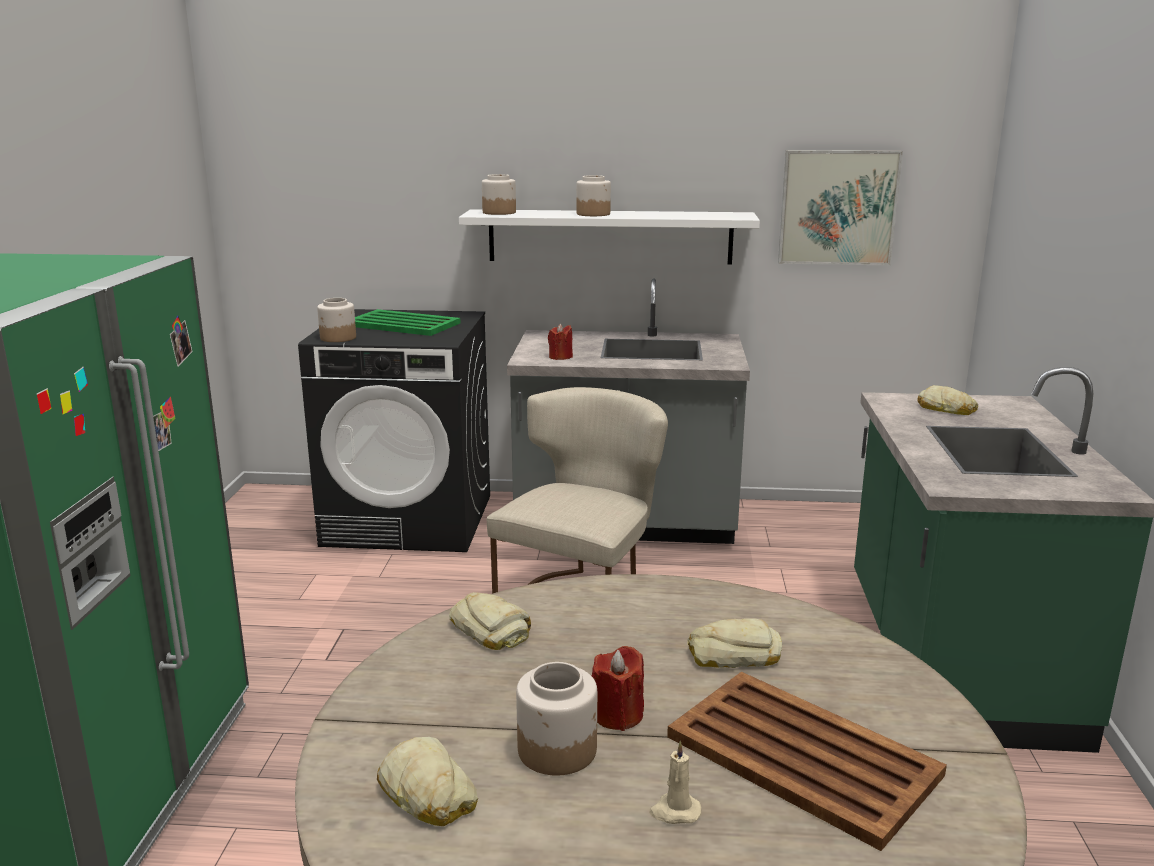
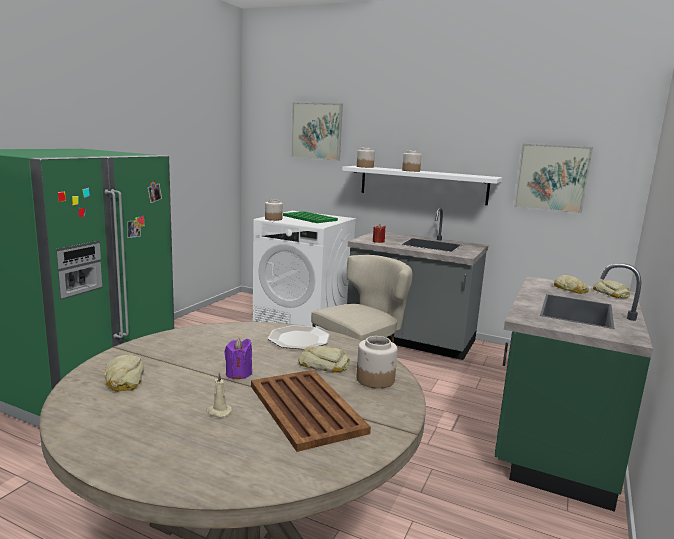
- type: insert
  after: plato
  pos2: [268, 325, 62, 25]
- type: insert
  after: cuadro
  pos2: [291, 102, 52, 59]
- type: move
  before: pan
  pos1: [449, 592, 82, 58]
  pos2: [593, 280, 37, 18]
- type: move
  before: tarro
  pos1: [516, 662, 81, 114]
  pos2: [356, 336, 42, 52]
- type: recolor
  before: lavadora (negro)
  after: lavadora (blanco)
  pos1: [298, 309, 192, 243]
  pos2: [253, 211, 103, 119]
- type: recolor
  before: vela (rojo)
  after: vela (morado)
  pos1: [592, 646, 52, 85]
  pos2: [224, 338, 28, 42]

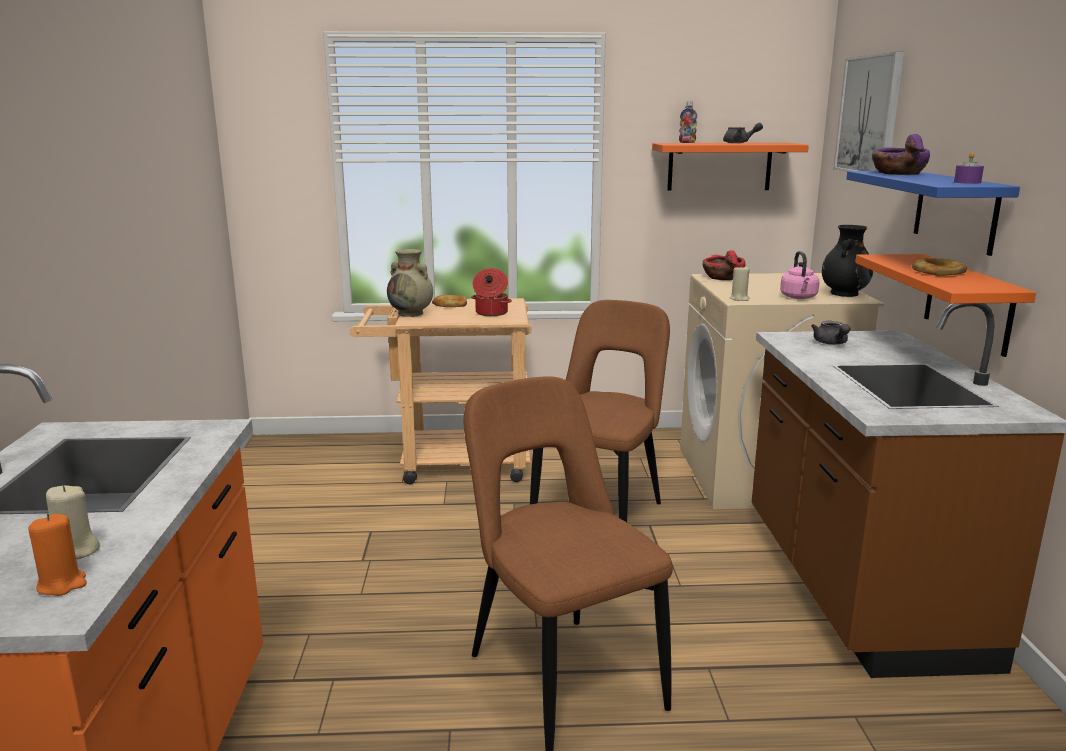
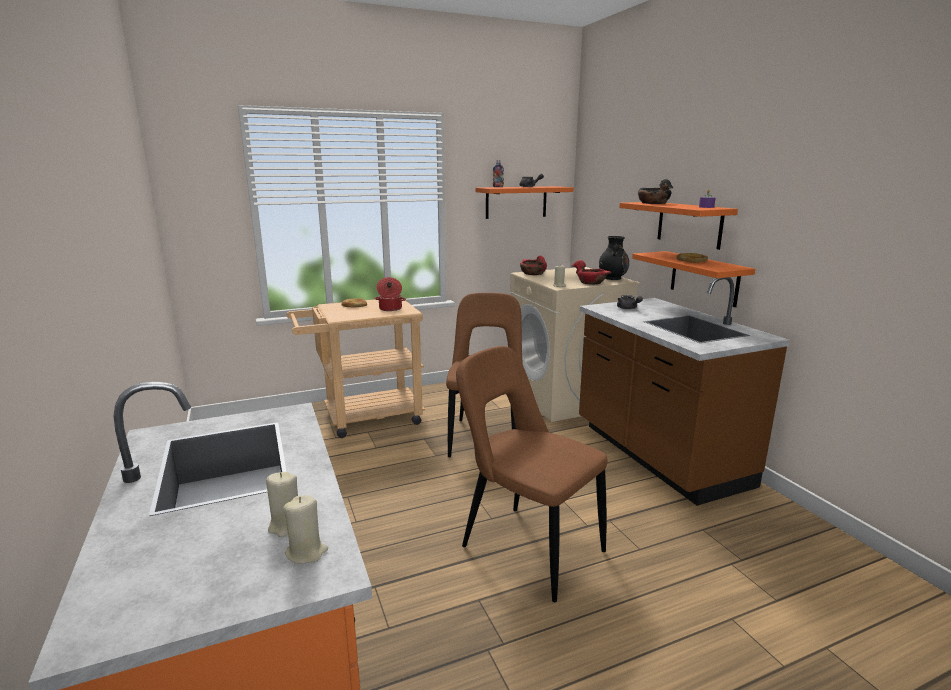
- type: delete
  before: florero (beis)
  pos1: [387, 249, 46, 68]
- type: delete
  before: cuadro
  pos1: [833, 51, 71, 121]
- type: replace
  before: hervidor (rosa)
  after: cuenco (rojo)
  pos1: [780, 251, 40, 48]
  pos2: [572, 260, 39, 25]
- type: recolor
  before: vela (naranja)
  after: vela (beis)
  pos1: [28, 514, 59, 82]
  pos2: [283, 495, 45, 69]
- type: recolor
  before: estante (azul)
  after: estante (naranja)
  pos1: [846, 171, 174, 85]
  pos2: [619, 202, 119, 48]
- type: recolor
  before: cuenco (morado)
  after: cuenco (negro)
  pos1: [872, 134, 58, 41]
  pos2: [638, 179, 35, 25]

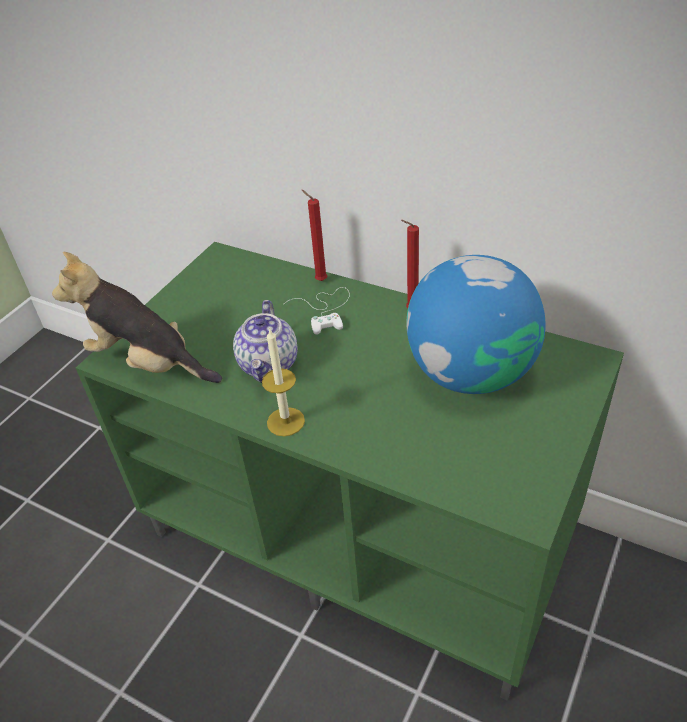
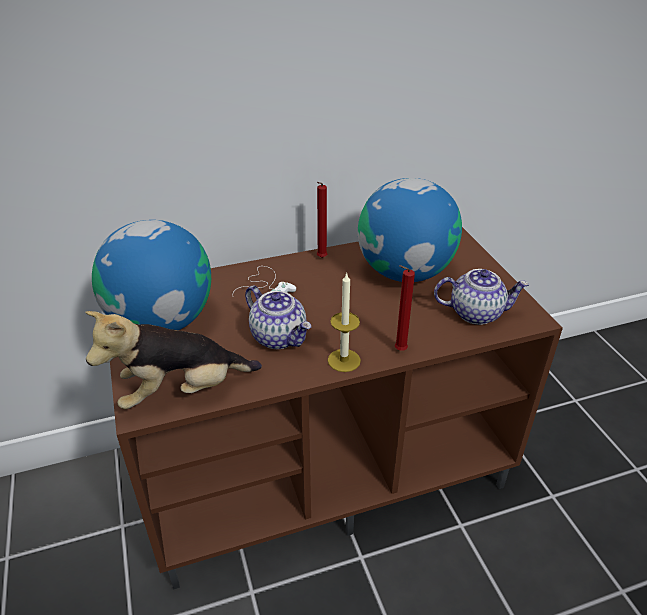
- type: insert
  after: globo terráqueo
  pos2: [92, 220, 119, 110]
- type: insert
  after: tetera
  pos2: [434, 269, 95, 56]
- type: move
  before: vela (rojo)
  pos1: [302, 190, 25, 91]
  pos2: [395, 265, 20, 86]
- type: recolor
  before: mueble de televisión (verde)
  after: mueble de televisión (marrón)
  pos1: [76, 242, 548, 458]
  pos2: [110, 227, 453, 363]

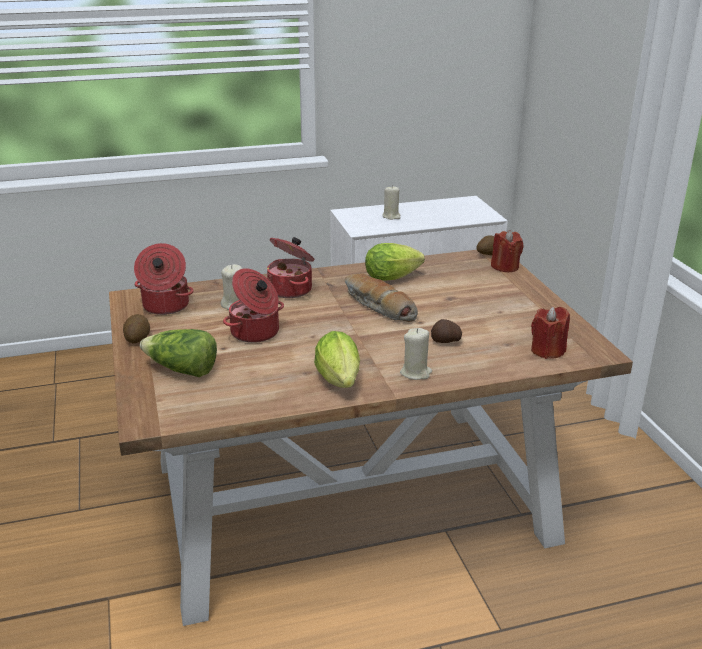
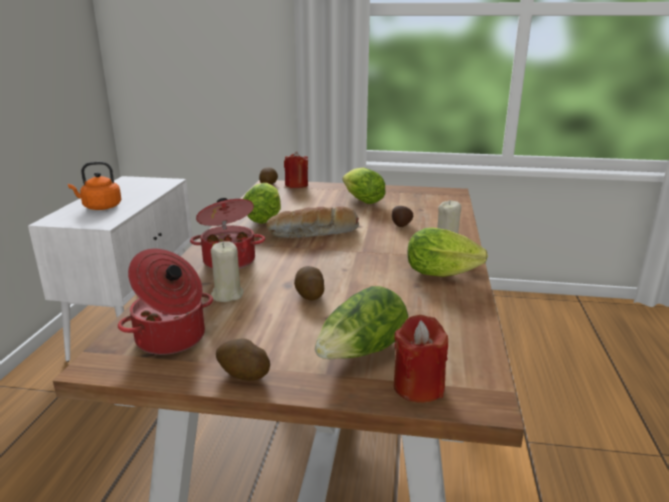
- type: insert
  after: lechuga
  pos2: [342, 167, 44, 37]
- type: move
  before: vela (rojo)
  pos1: [531, 307, 39, 52]
  pos2: [394, 315, 54, 88]
- type: replace
  before: olla
  after: patata
  pos1: [223, 268, 61, 75]
  pos2: [294, 266, 30, 34]
- type: replace
  before: vela (beis)
  after: hervidor (naranja)
  pos1: [382, 185, 19, 35]
  pos2: [68, 162, 54, 48]

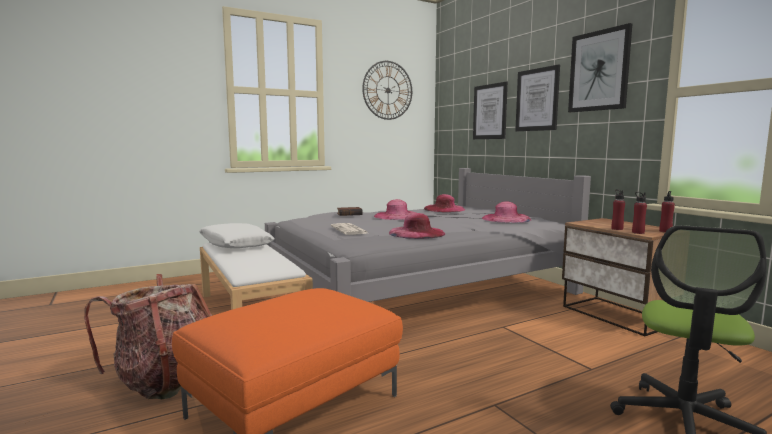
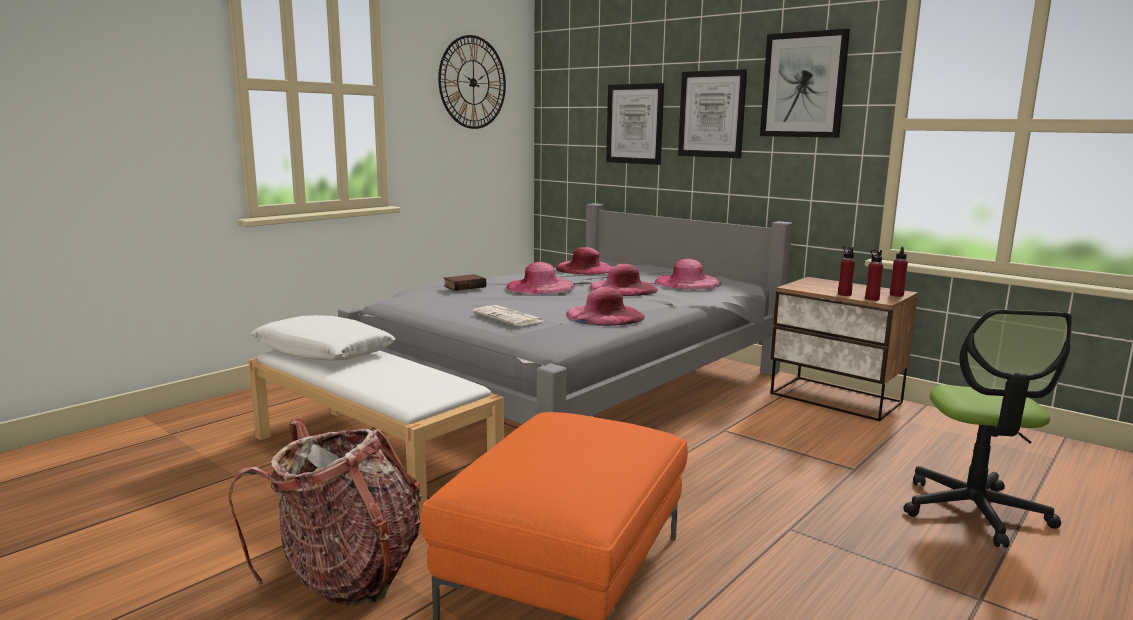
- type: insert
  after: sombrero (rosa)
  pos2: [589, 264, 69, 32]

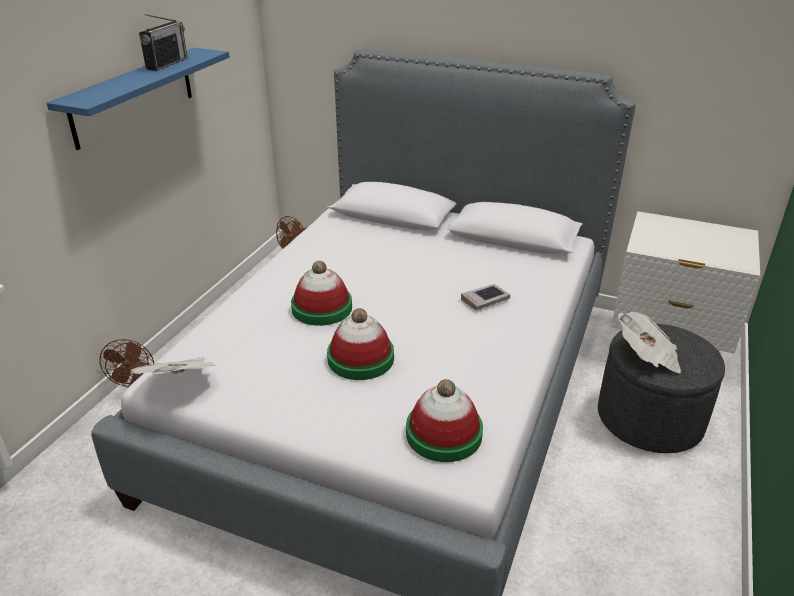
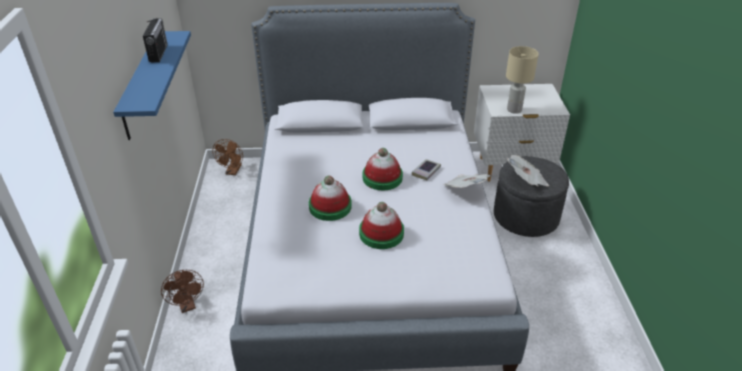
- type: insert
  after: lámpara de mesa (beis)
  pos2: [506, 46, 33, 68]
- type: move
  before: periódico
  pos1: [132, 357, 83, 17]
  pos2: [445, 174, 47, 14]
- type: move
  before: sombrero
  pos1: [406, 379, 77, 83]
  pos2: [363, 148, 40, 42]

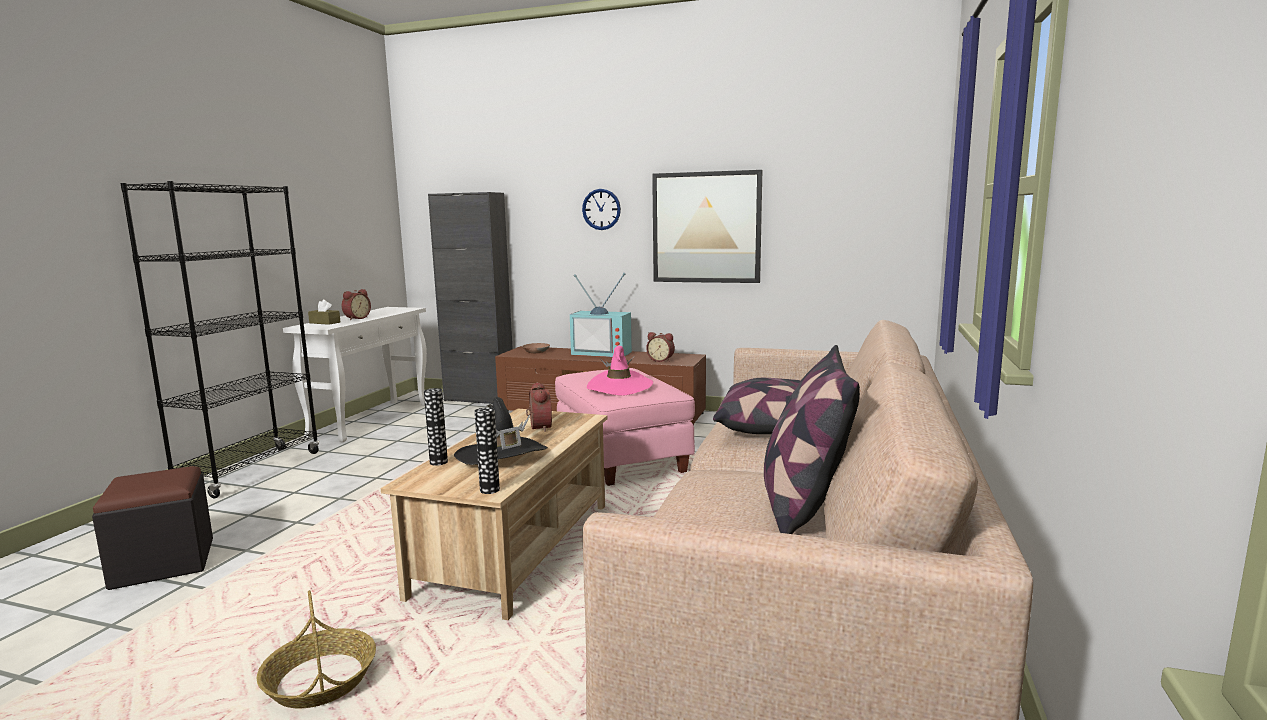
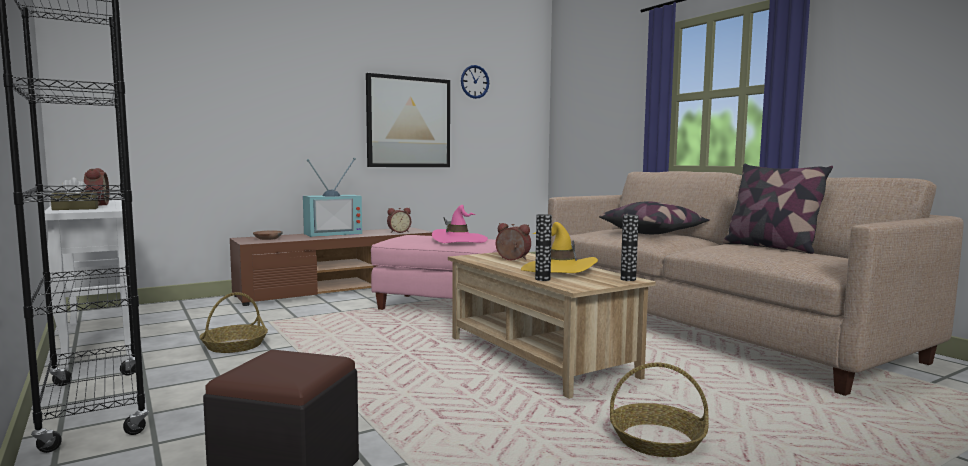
- type: delete
  before: armario (negro)
  pos1: [428, 192, 85, 212]
- type: insert
  after: cesta
  pos2: [200, 292, 68, 61]
- type: move
  before: reloj de pared
  pos1: [582, 189, 39, 41]
  pos2: [461, 65, 28, 34]
- type: recolor
  before: sombrero (negro)
  after: sombrero (amarillo)
  pos1: [454, 397, 94, 68]
  pos2: [521, 222, 77, 51]

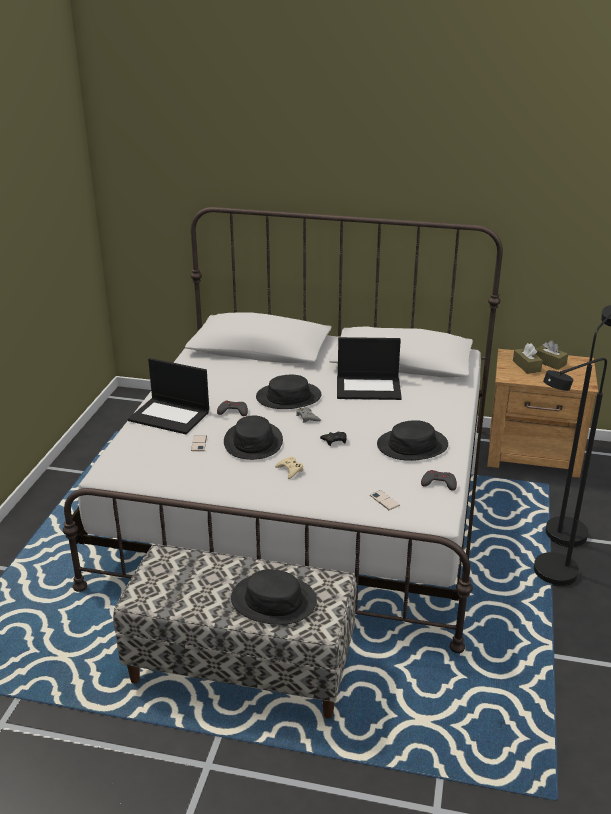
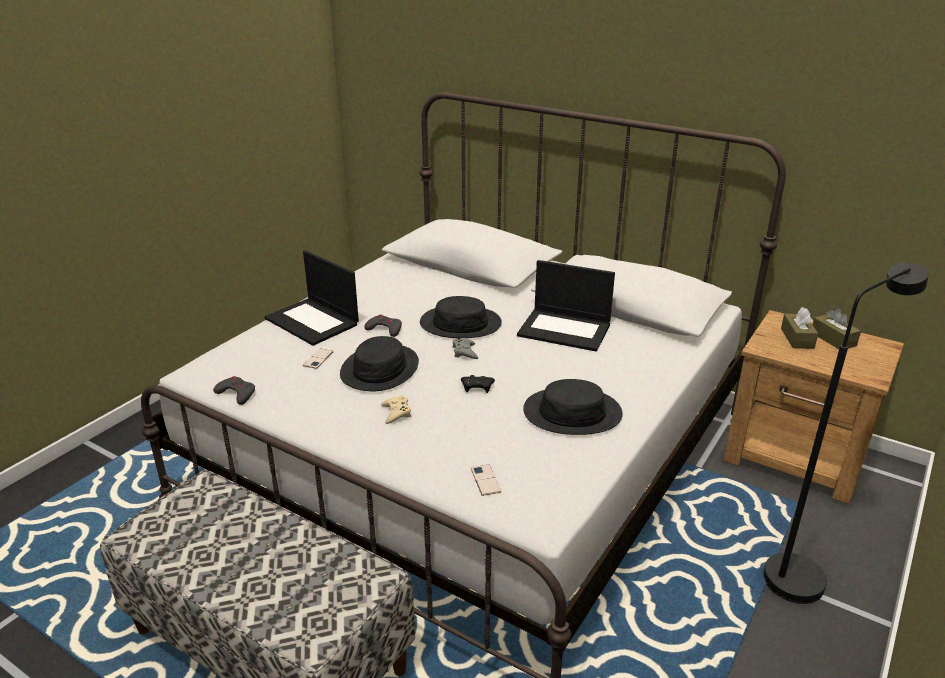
- type: delete
  before: sombrero (negro)
  pos1: [231, 569, 86, 56]
- type: delete
  before: lámpara de pie (negro)
  pos1: [534, 358, 73, 228]
- type: move
  before: mando de consola (gris)
  pos1: [421, 470, 36, 20]
  pos2: [213, 376, 42, 29]

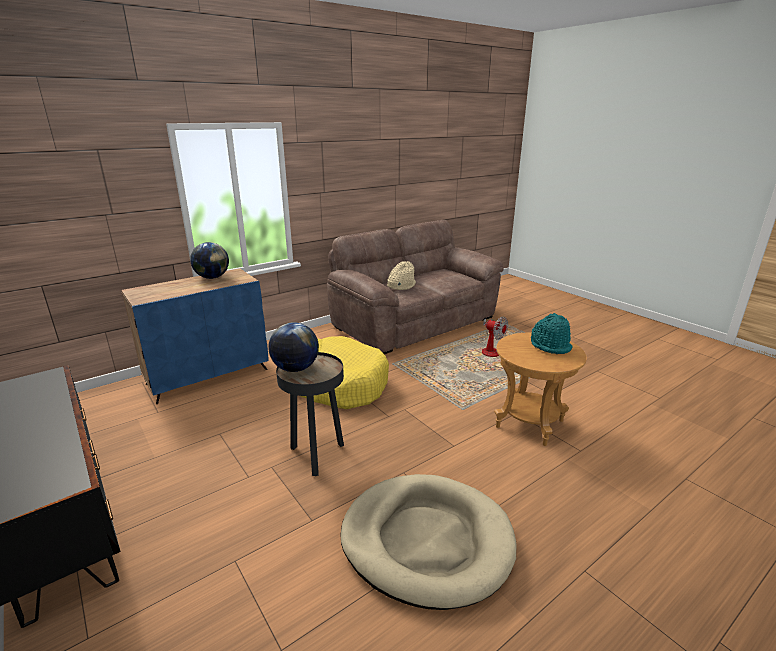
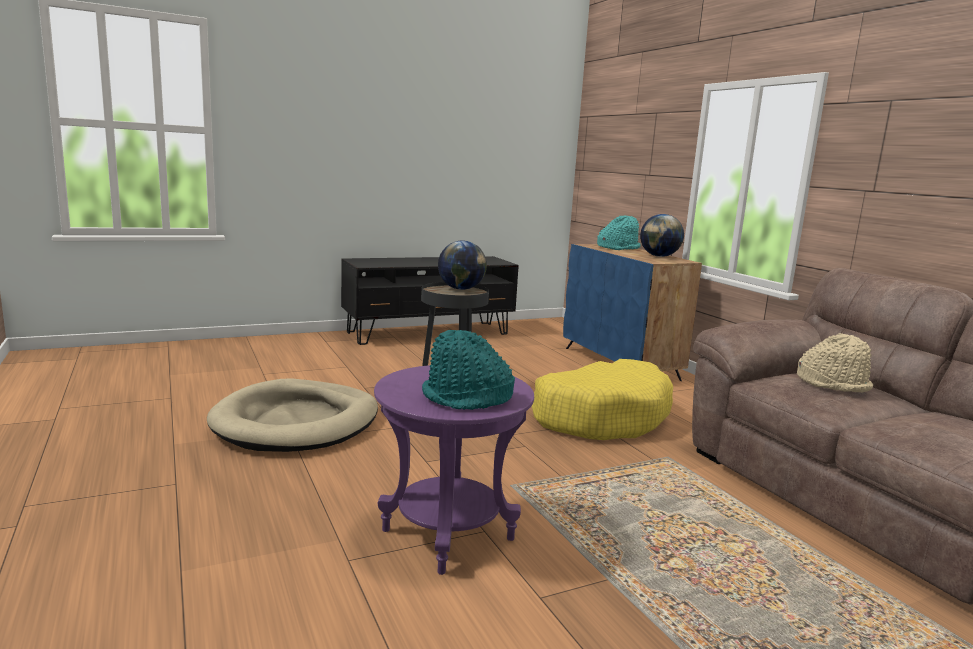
- type: delete
  before: ventilador
  pos1: [479, 317, 29, 40]
- type: insert
  after: sombrero (turquesa)
  pos2: [597, 216, 43, 34]
- type: recolor
  before: mesa auxiliar (marrón)
  after: mesa auxiliar (morado)
  pos1: [494, 333, 93, 113]
  pos2: [374, 365, 160, 210]

